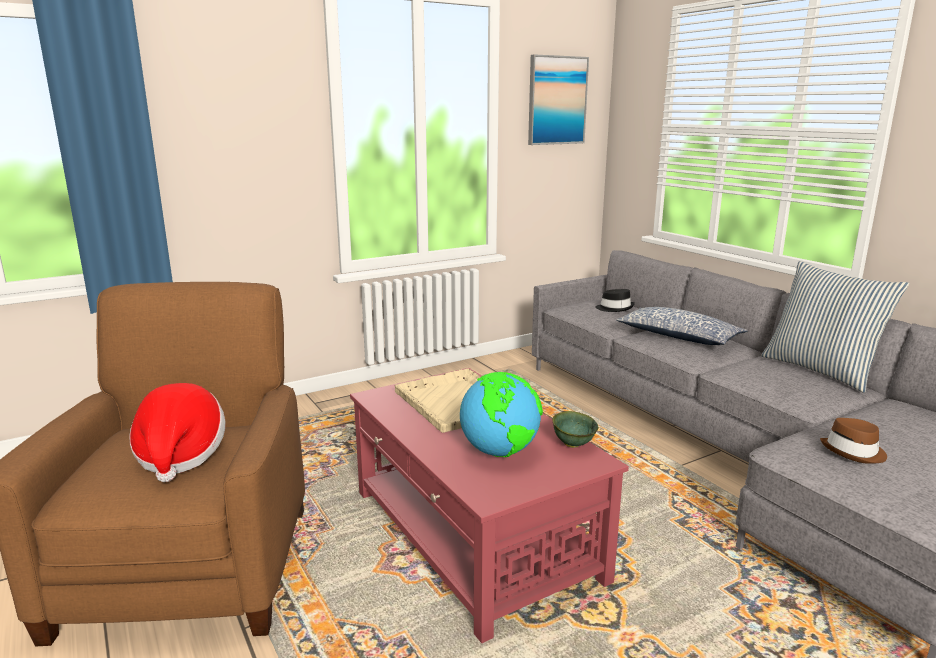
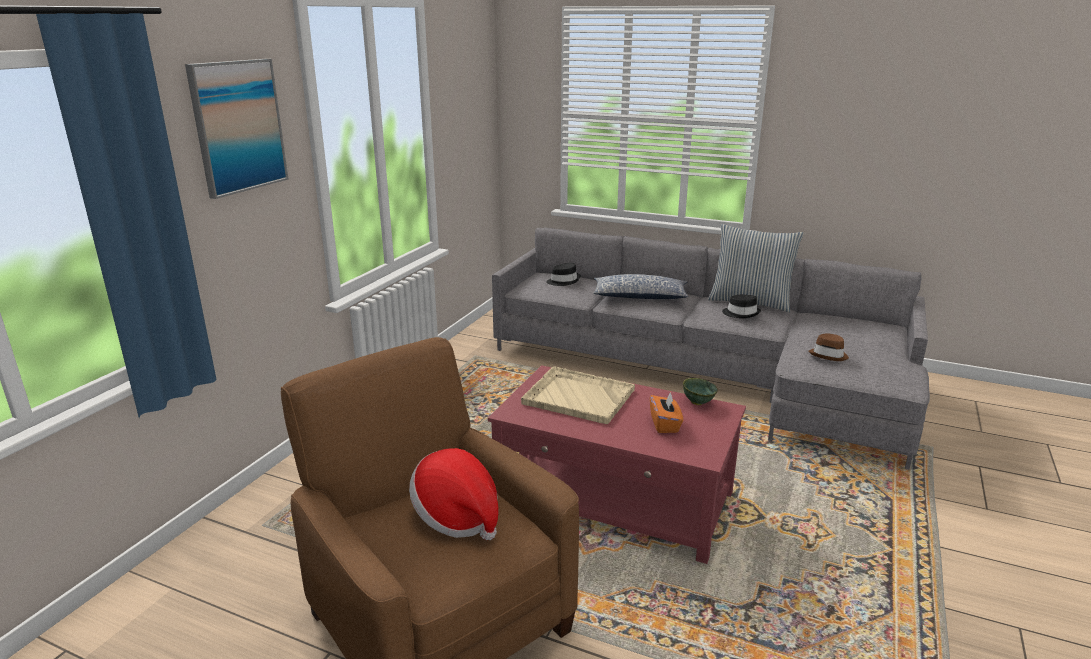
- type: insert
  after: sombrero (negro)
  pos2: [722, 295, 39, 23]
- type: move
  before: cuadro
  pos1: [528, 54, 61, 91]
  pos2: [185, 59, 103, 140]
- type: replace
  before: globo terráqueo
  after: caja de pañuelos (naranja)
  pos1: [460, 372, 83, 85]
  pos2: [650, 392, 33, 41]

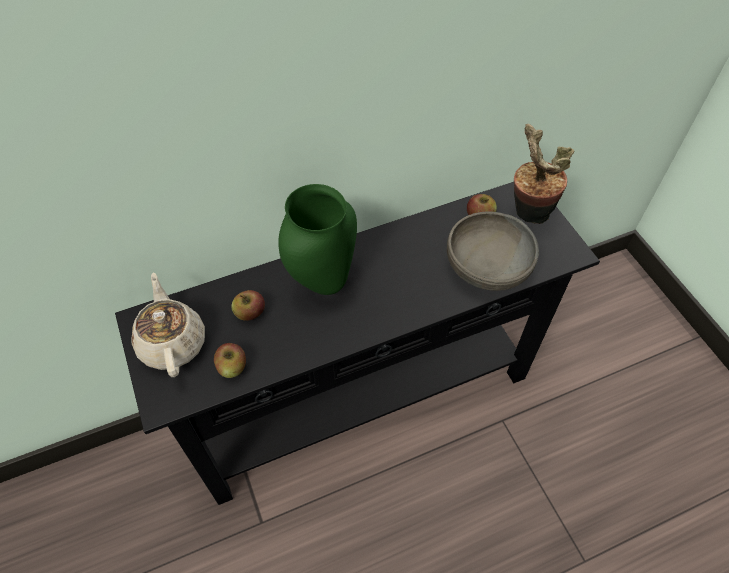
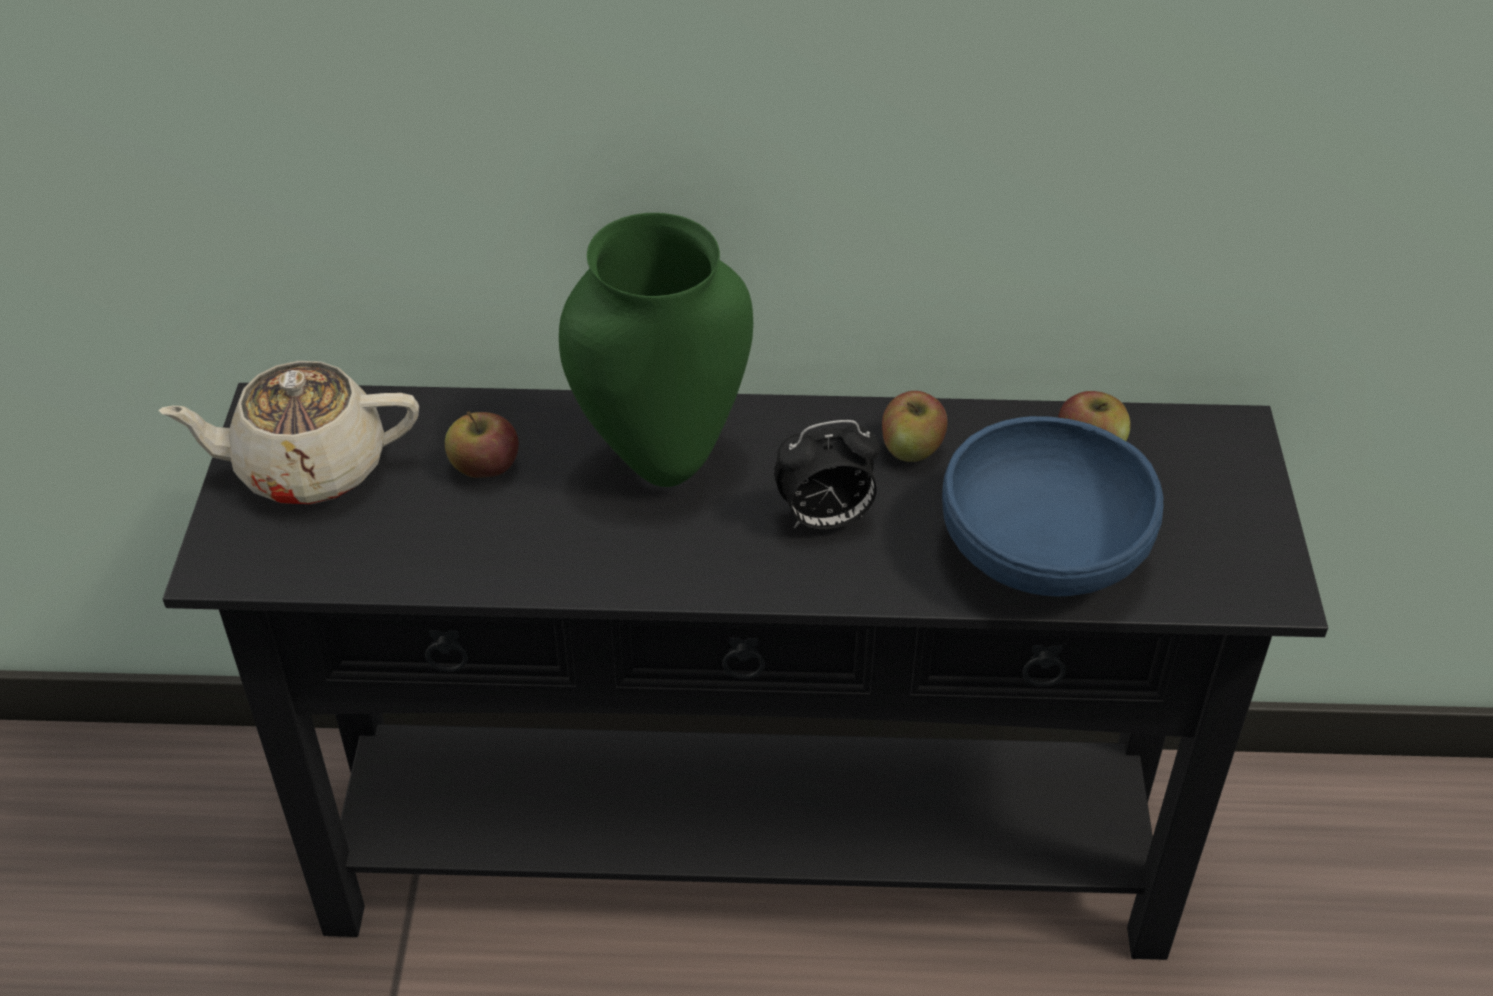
- type: delete
  before: planta en maceta
  pos1: [514, 124, 60, 100]
- type: insert
  after: despertador
  pos2: [774, 420, 106, 109]
- type: move
  before: manzana
  pos1: [214, 343, 32, 35]
  pos2: [882, 391, 66, 71]
- type: recolor
  before: cuenco (gris)
  after: cuenco (azul)
  pos1: [447, 211, 92, 80]
  pos2: [942, 416, 222, 181]
- type: rotate
  before: tetera (beis)
  pos1: [131, 273, 74, 104]
  pos2: [158, 361, 261, 143]
  turn: -105

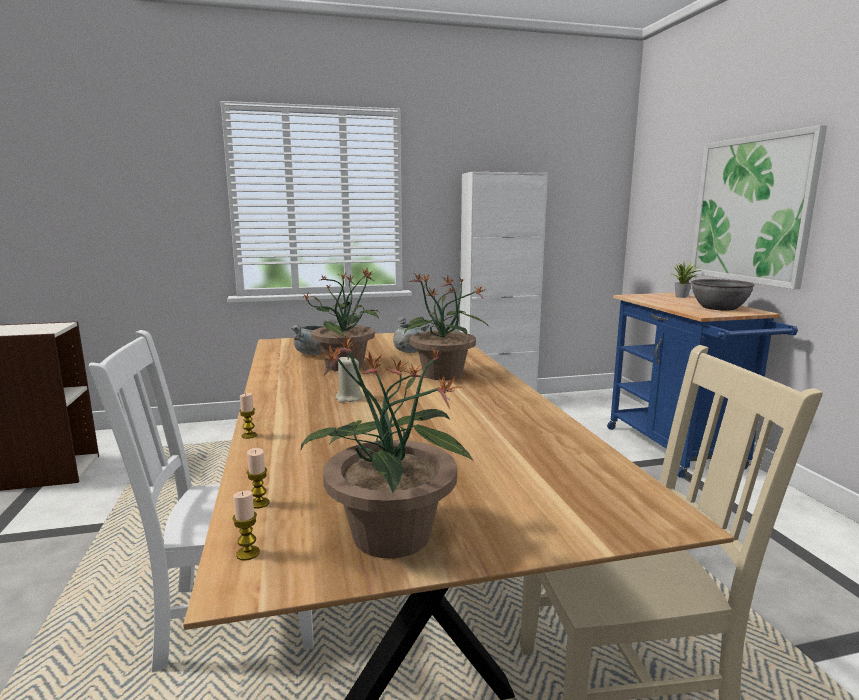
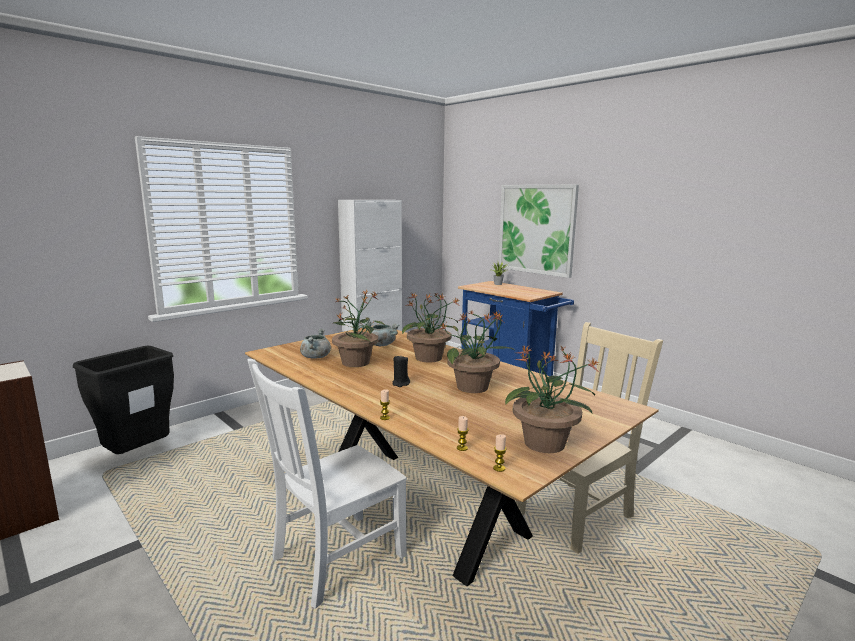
- type: delete
  before: cuenco (gris)
  pos1: [691, 279, 64, 31]
- type: insert
  after: papelera (negro)
  pos2: [73, 346, 101, 108]
- type: insert
  after: planta en maceta
  pos2: [440, 310, 74, 83]
- type: recolor
  before: vela (beis)
  after: vela (negro)
  pos1: [336, 355, 27, 47]
  pos2: [392, 356, 18, 31]

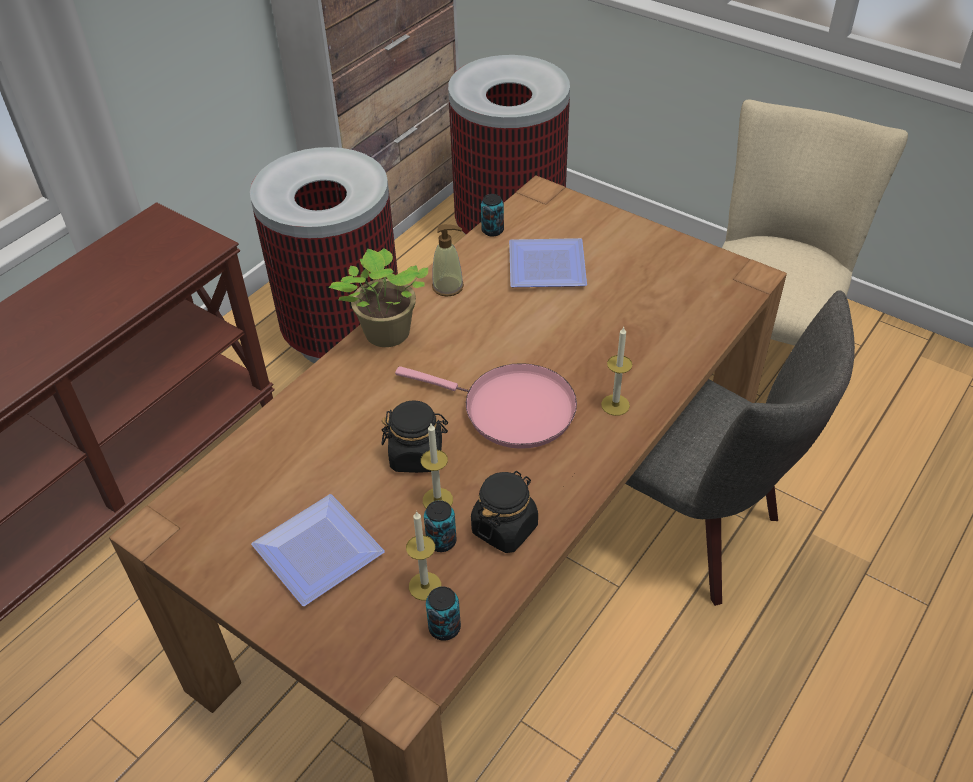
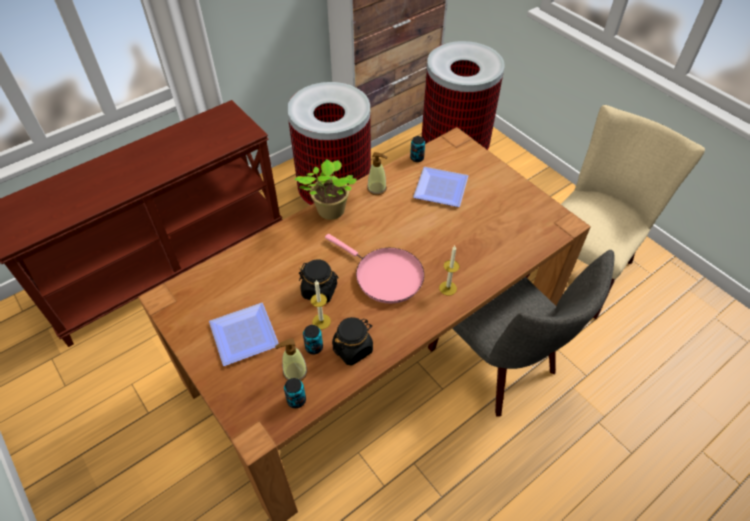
- type: replace
  before: vela
  after: dispensador de jabón
  pos1: [406, 511, 35, 90]
  pos2: [275, 338, 33, 43]

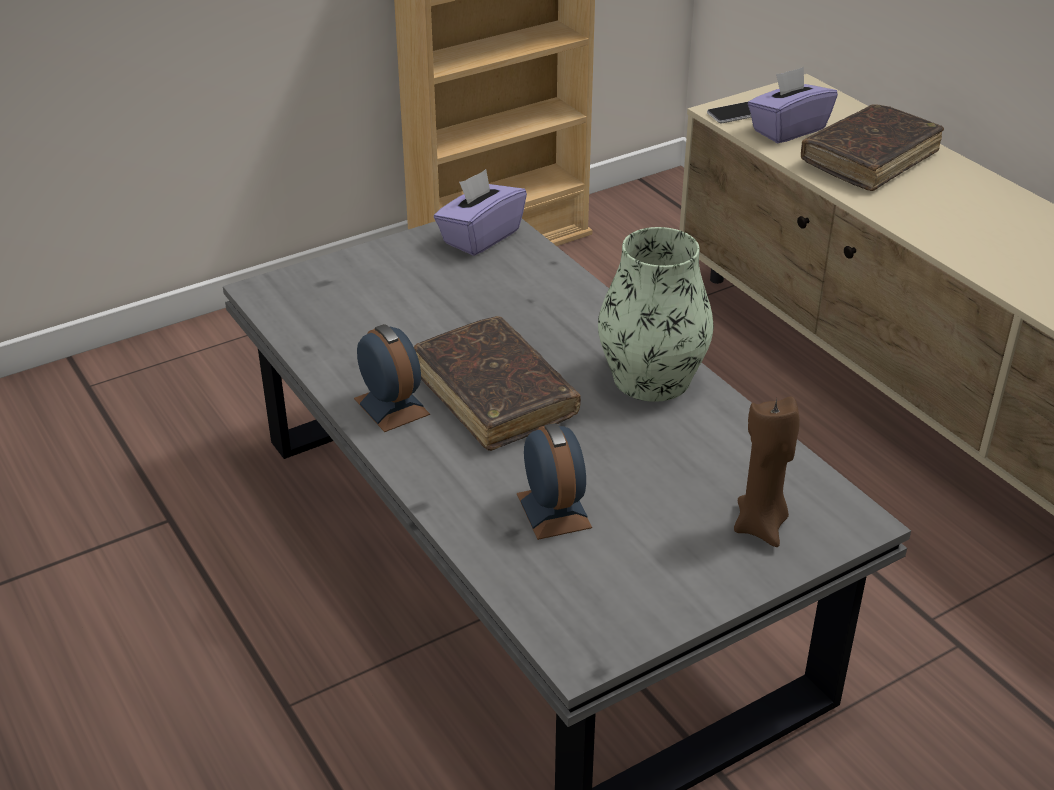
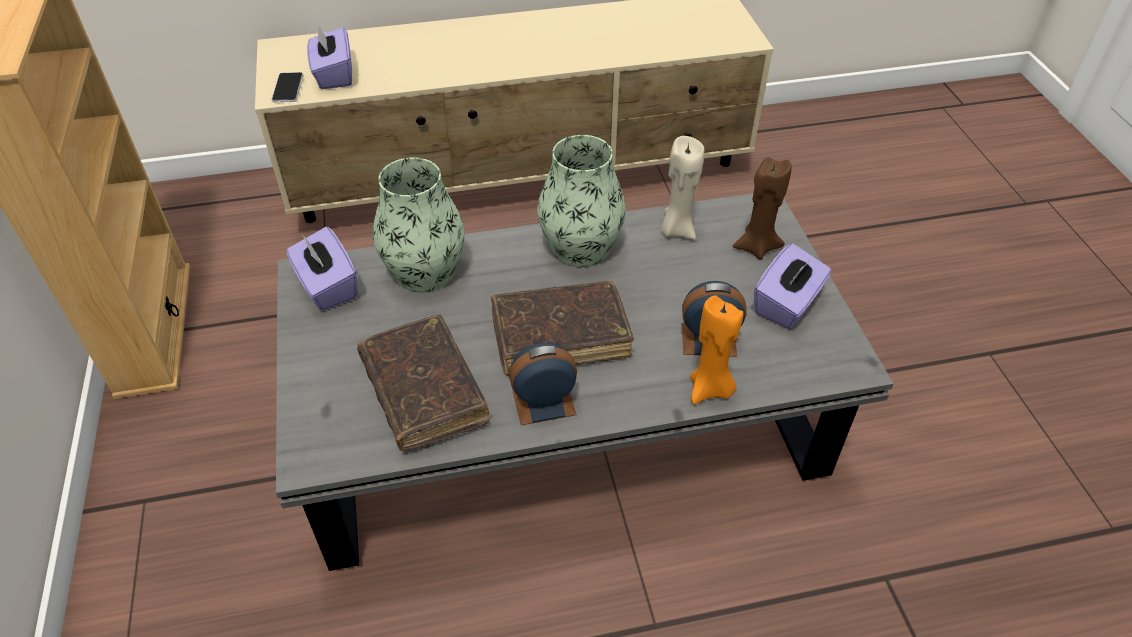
- type: insert
  after: florero
  pos2: [373, 157, 92, 136]
- type: insert
  after: vela (beis)
  pos2: [661, 136, 43, 104]
- type: insert
  after: vela (naranja)
  pos2: [690, 295, 53, 109]
- type: insert
  after: caja de pañuelos (morado)
  pos2: [754, 243, 78, 86]
- type: move
  before: libro (marrón)
  pos1: [801, 104, 143, 87]
  pos2: [357, 314, 133, 137]

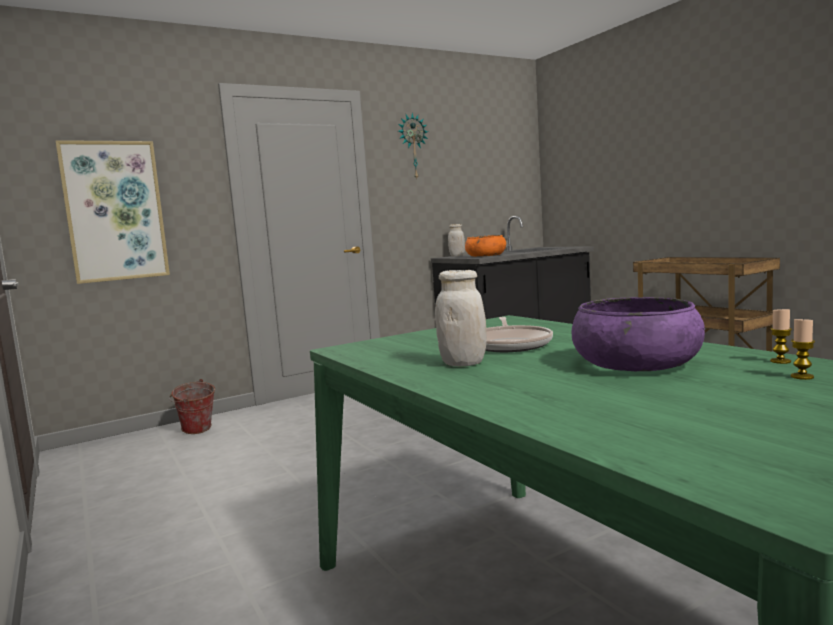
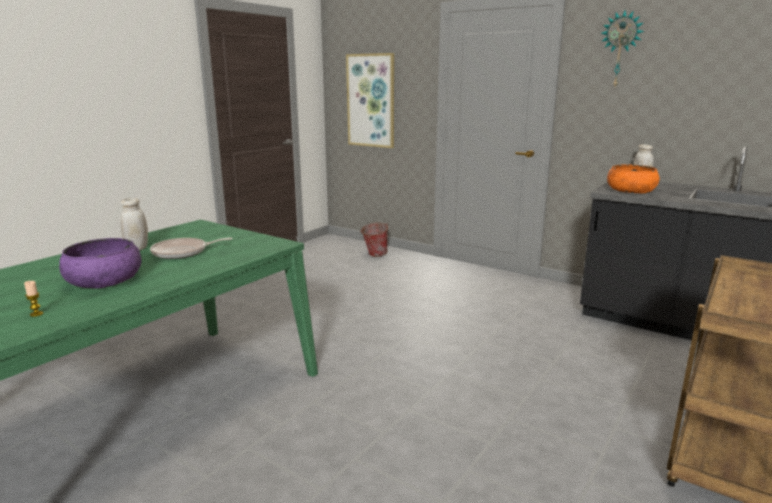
- type: delete
  before: vela
  pos1: [770, 308, 22, 56]

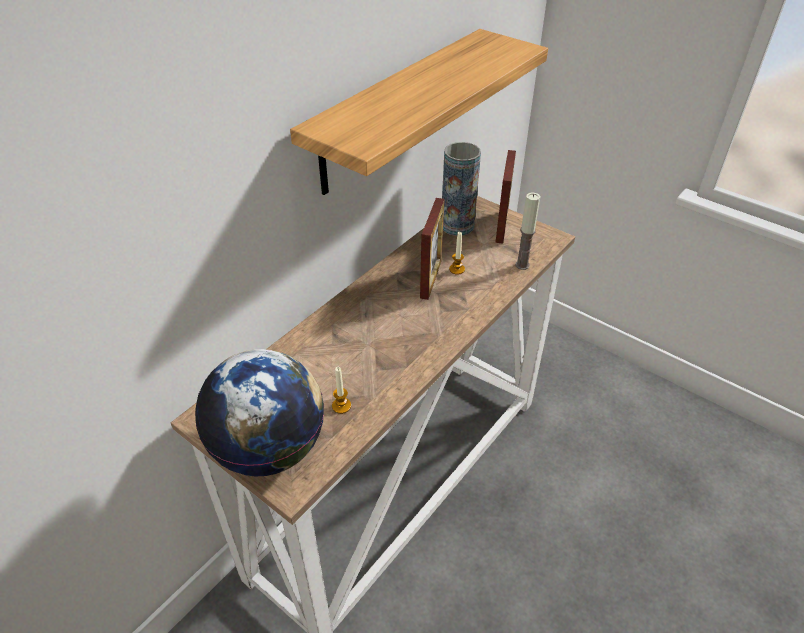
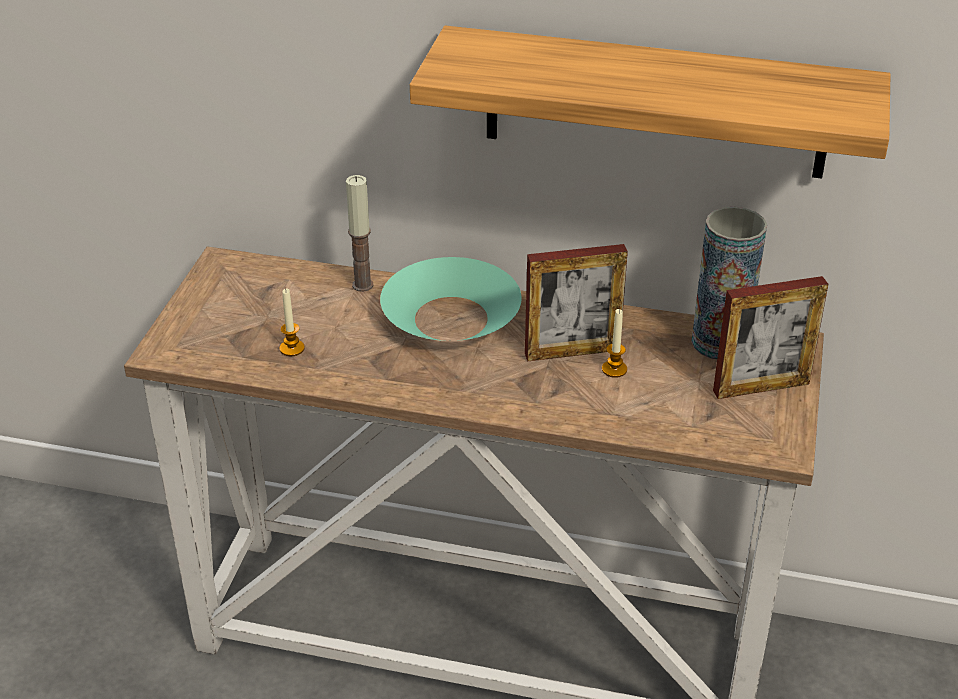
- type: delete
  before: globo terráqueo
  pos1: [195, 349, 129, 128]
- type: insert
  after: cuenco (turquesa)
  pos2: [380, 257, 142, 84]
- type: move
  before: vela
  pos1: [515, 192, 25, 78]
  pos2: [346, 175, 28, 117]

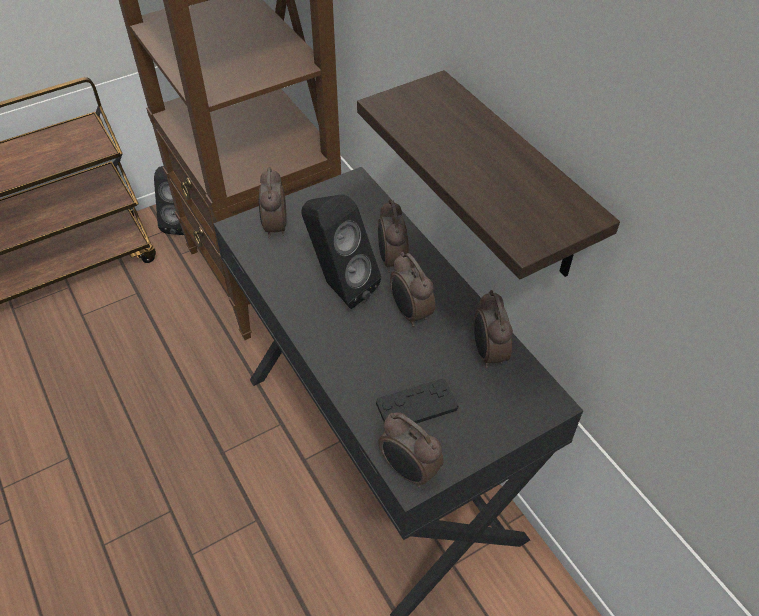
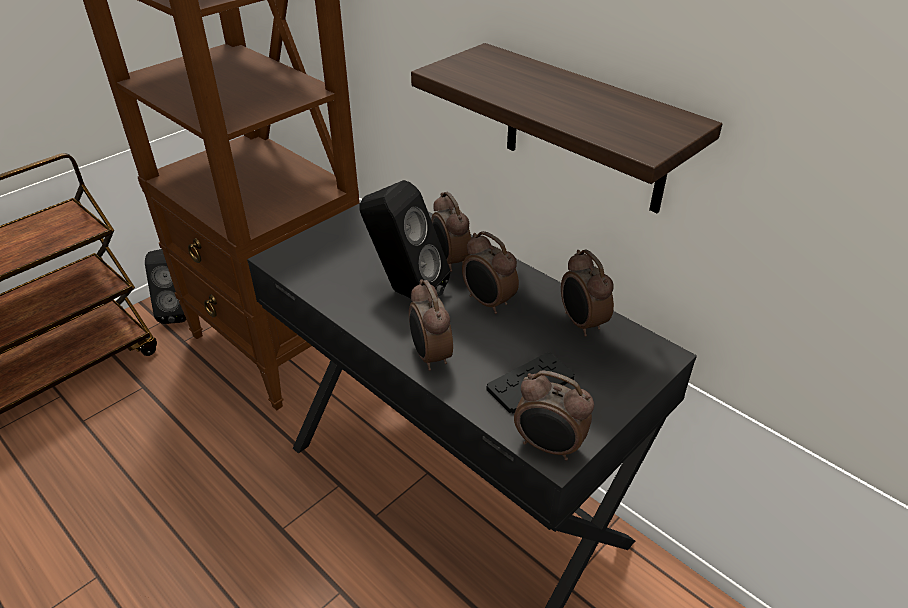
- type: move
  before: despertador
  pos1: [259, 167, 28, 72]
  pos2: [409, 280, 44, 91]

